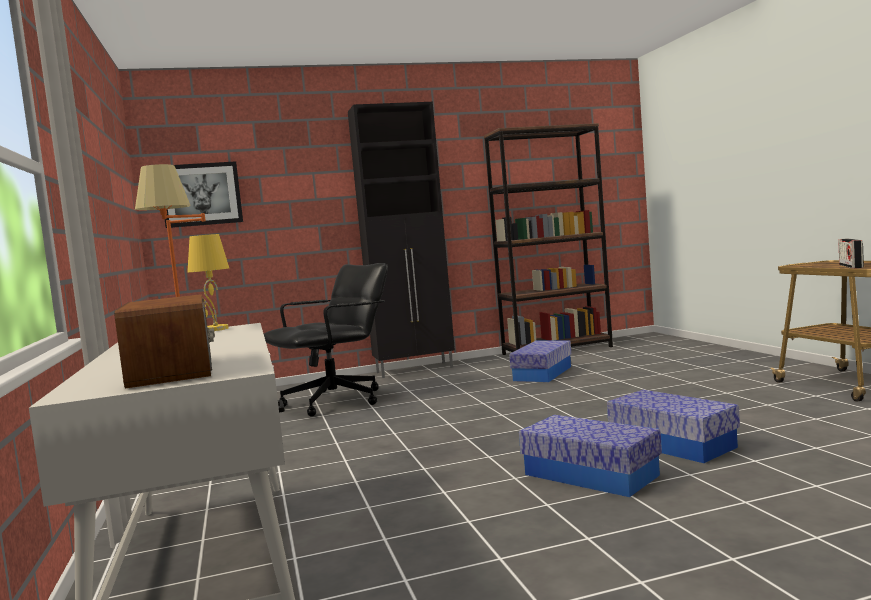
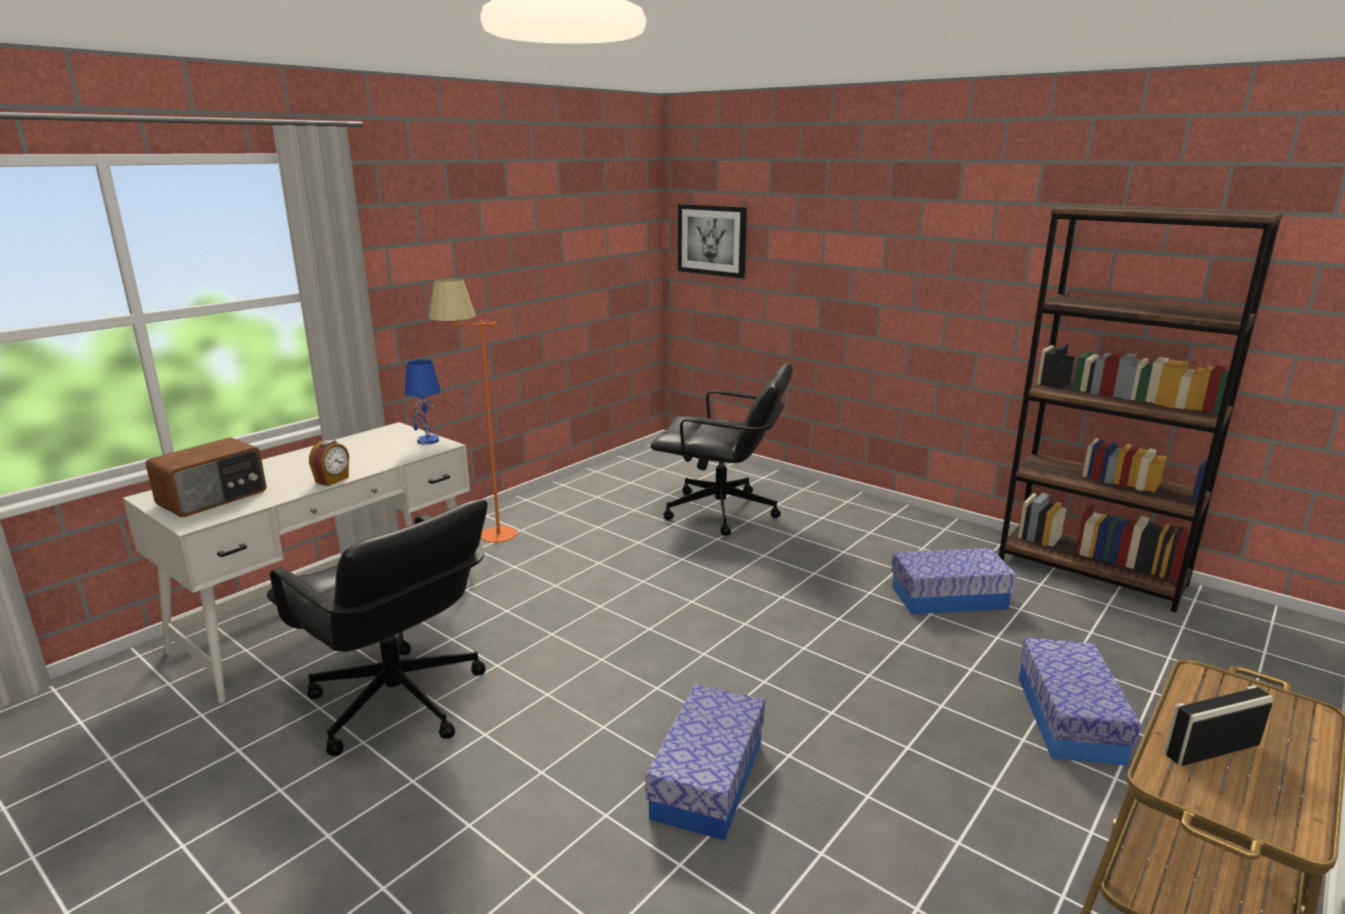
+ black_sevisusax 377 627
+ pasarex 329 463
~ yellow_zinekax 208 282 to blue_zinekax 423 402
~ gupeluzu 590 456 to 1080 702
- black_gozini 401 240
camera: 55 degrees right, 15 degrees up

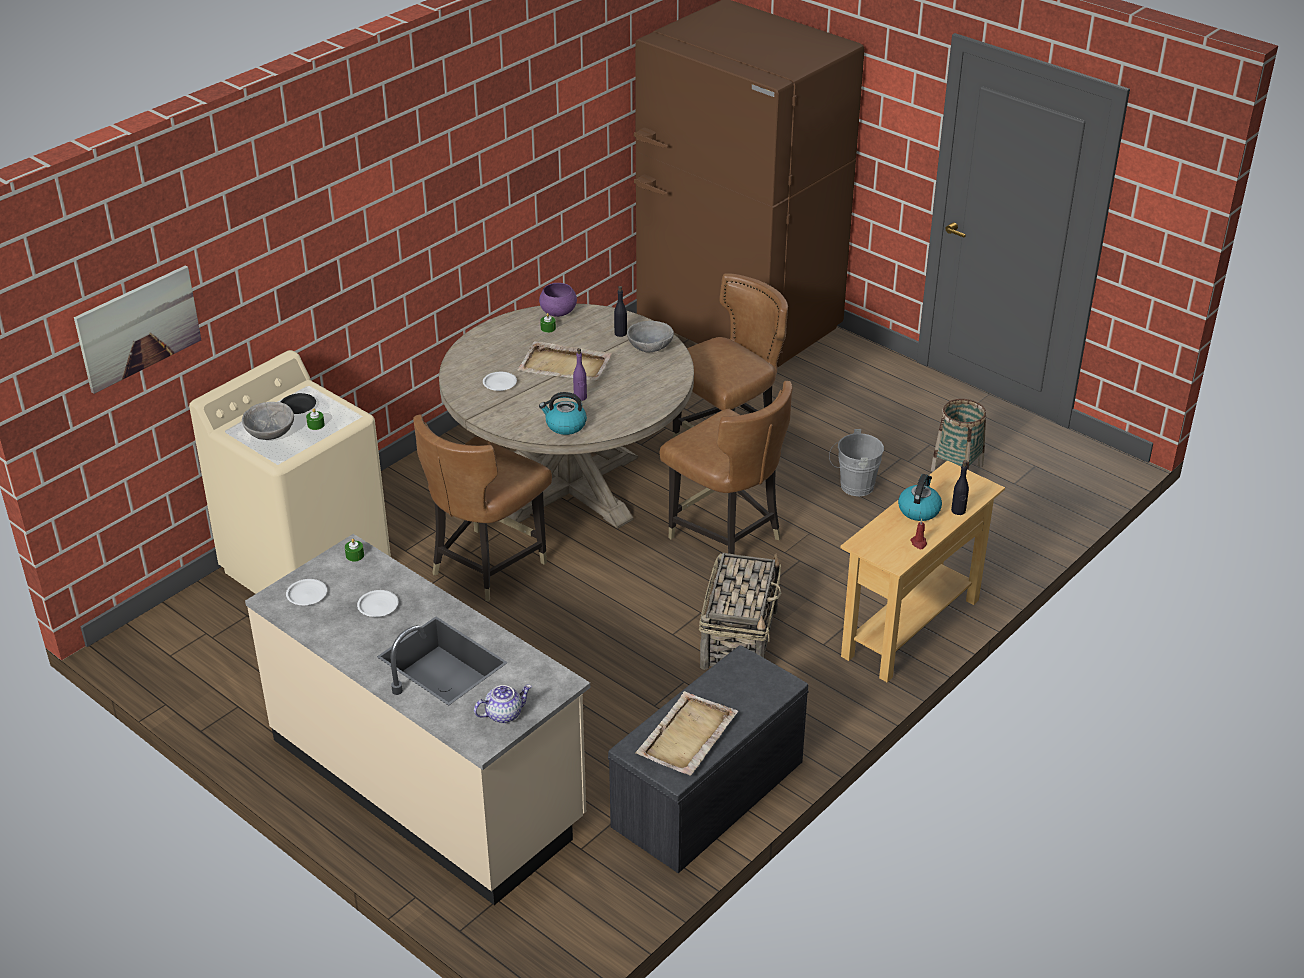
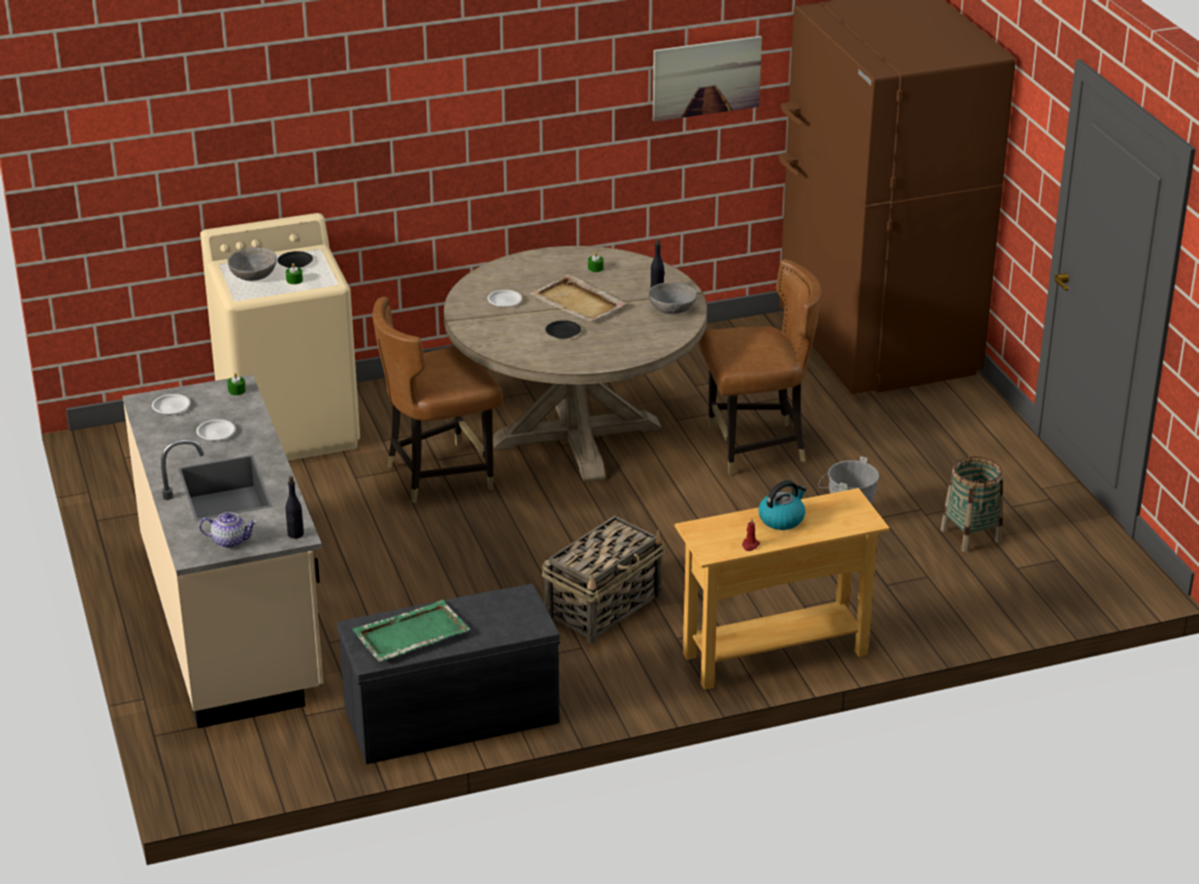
~ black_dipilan 960 487 to 295 507
~ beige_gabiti 687 733 to green_gabiti 411 631
~ purple_dipilan 580 374 to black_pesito 563 329
~ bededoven 137 329 to 707 79
- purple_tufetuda 558 300
- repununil 563 413
- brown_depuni 726 467
camera: 30 degrees right, 5 degrees down

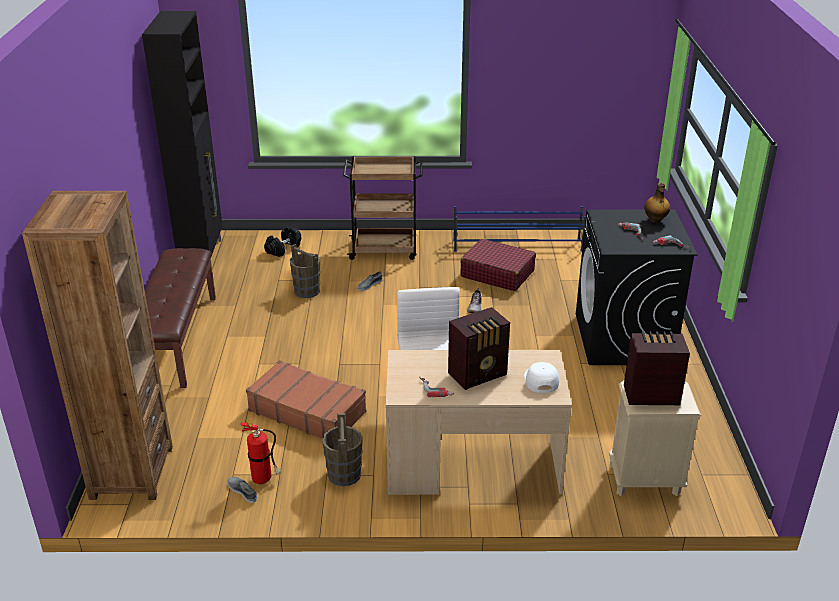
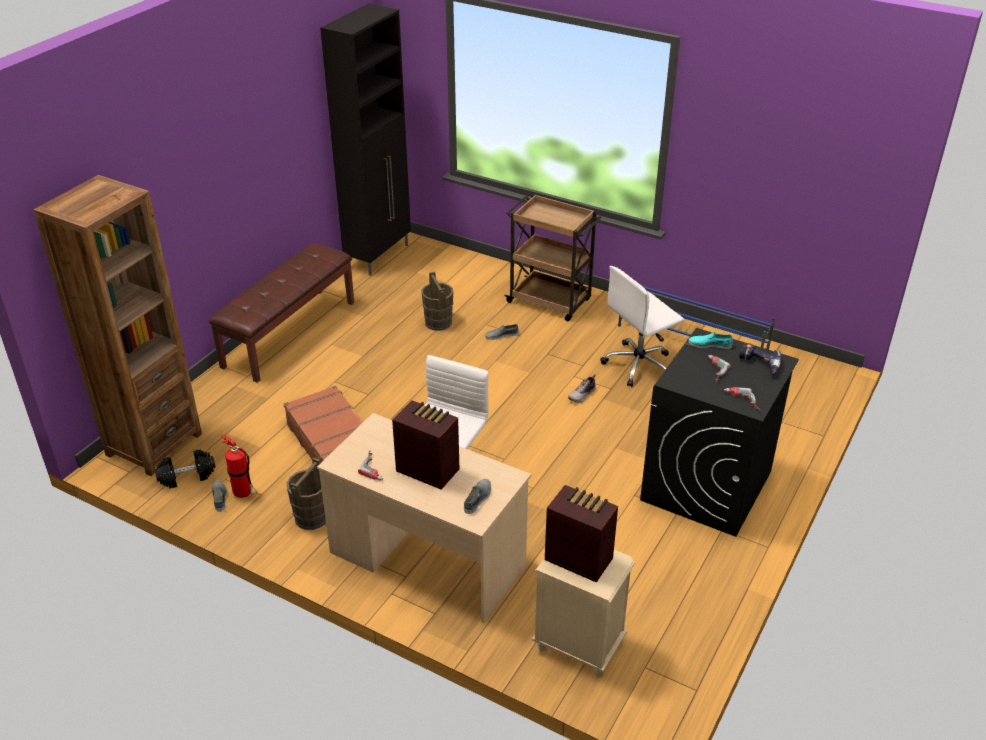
~ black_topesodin 282 242 to 185 469
~ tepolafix 479 348 = 425 445 150 degrees counterclockwise
~ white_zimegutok 541 377 to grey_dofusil 477 496
~ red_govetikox 498 265 to white_sevisusax 642 326
+ turquoise_dofusil 710 340
~ dipilan 657 203 to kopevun 760 359
camera: 30 degrees right, 5 degrees up

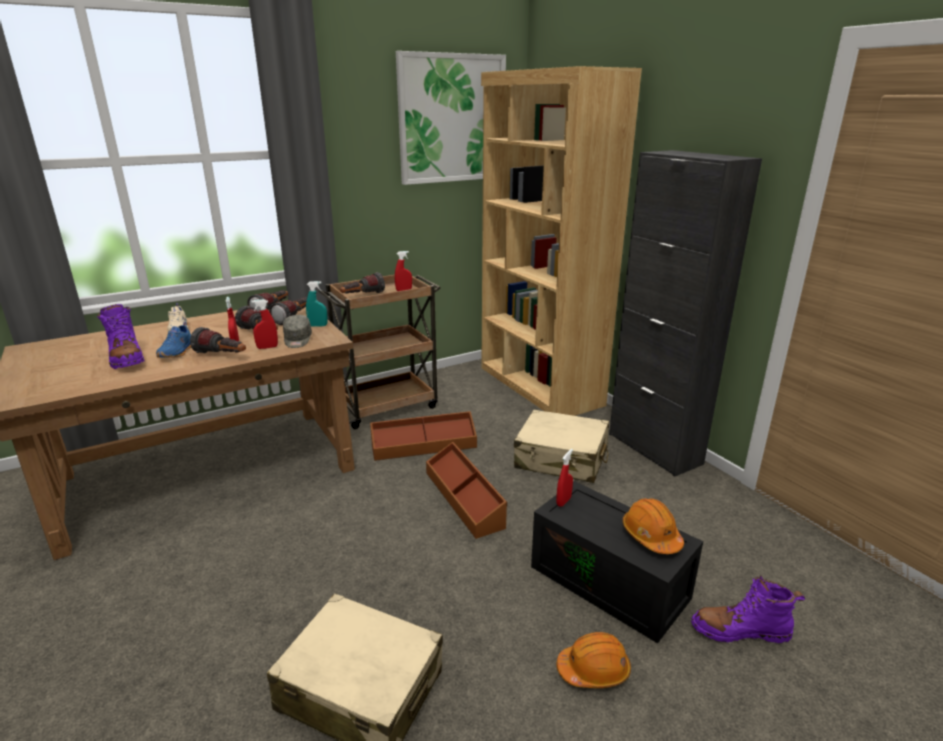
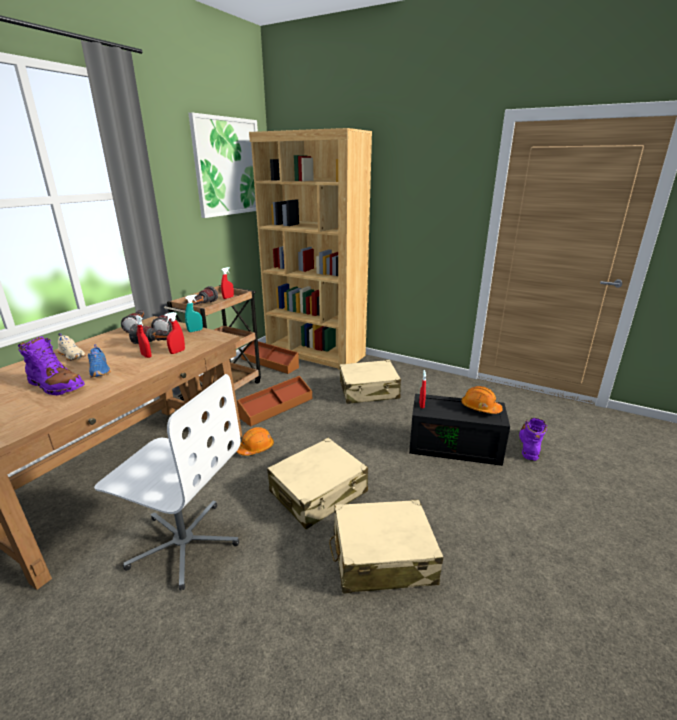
+ white_sevisusax 167 482
~ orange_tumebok 593 660 to 255 441
~ brown_gupeluzu 466 490 to 270 357
+ beige_govetikox 317 483
~ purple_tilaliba 748 609 = 533 439 135 degrees clockwise
- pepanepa 218 340
- grey_zimegutok 297 331
- black_gozini 685 313
camera: 30 degrees left, 0 degrees up

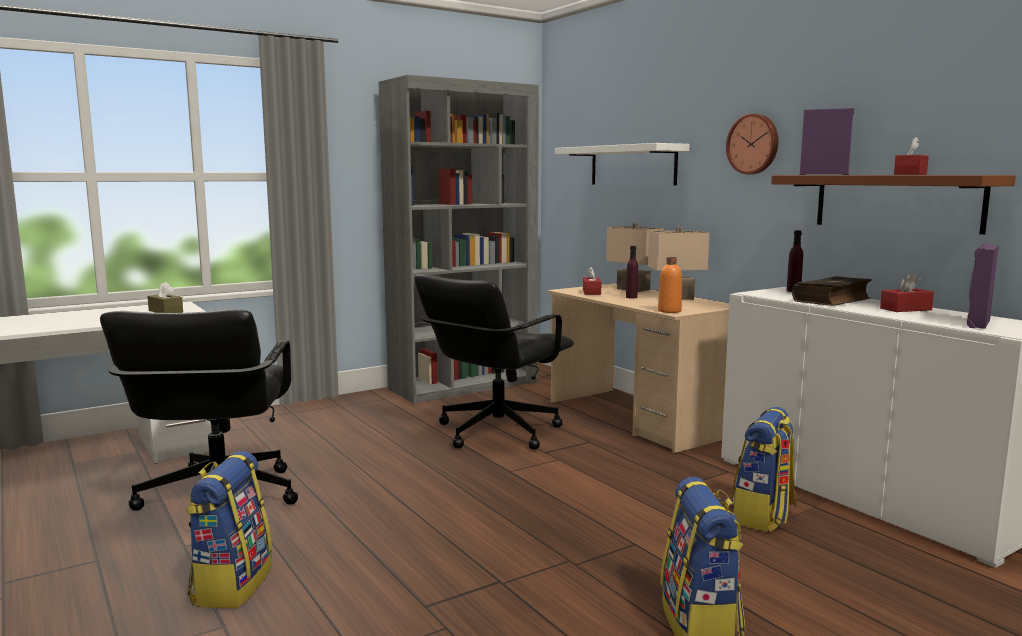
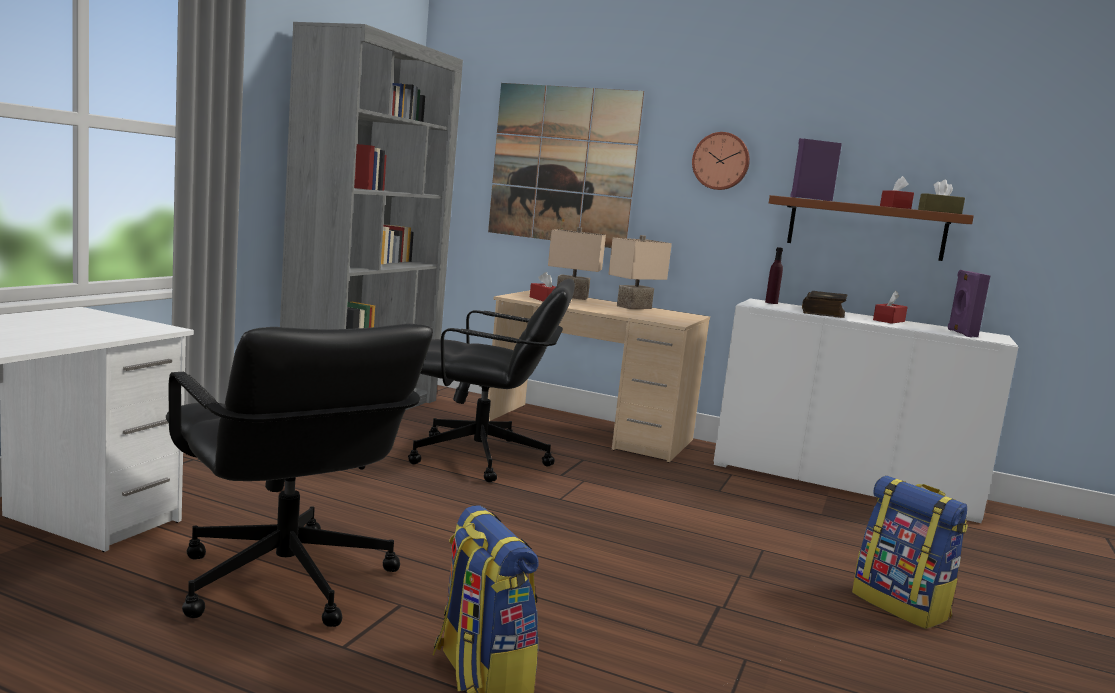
~ black_sevisusax 494 362 = 491 380 90 degrees counterclockwise
~ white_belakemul 622 164 to bededoven 566 165
~ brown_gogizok 165 297 to 941 197
- purple_dipilan 632 272
- orange_dipilan 670 285
- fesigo 764 469
camera: 35 degrees left, 0 degrees up

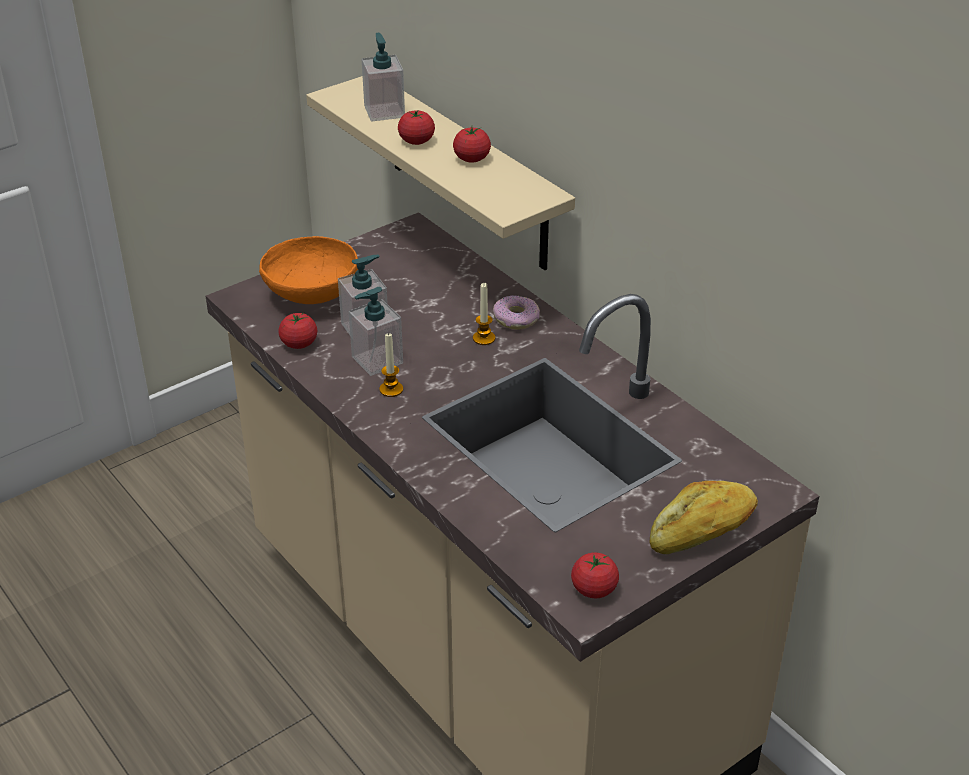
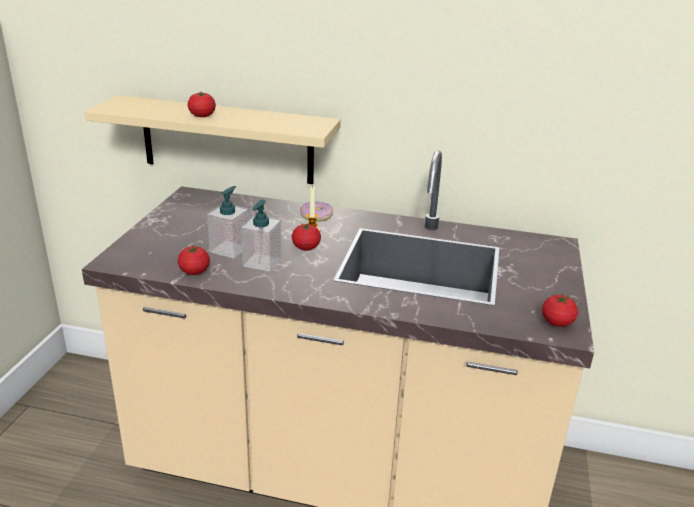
~ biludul 472 144 to 306 236
- orange_tufetuda 308 270
- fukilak 383 77
- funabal 391 364
- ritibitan 704 517
camera: 40 degrees left, 10 degrees down

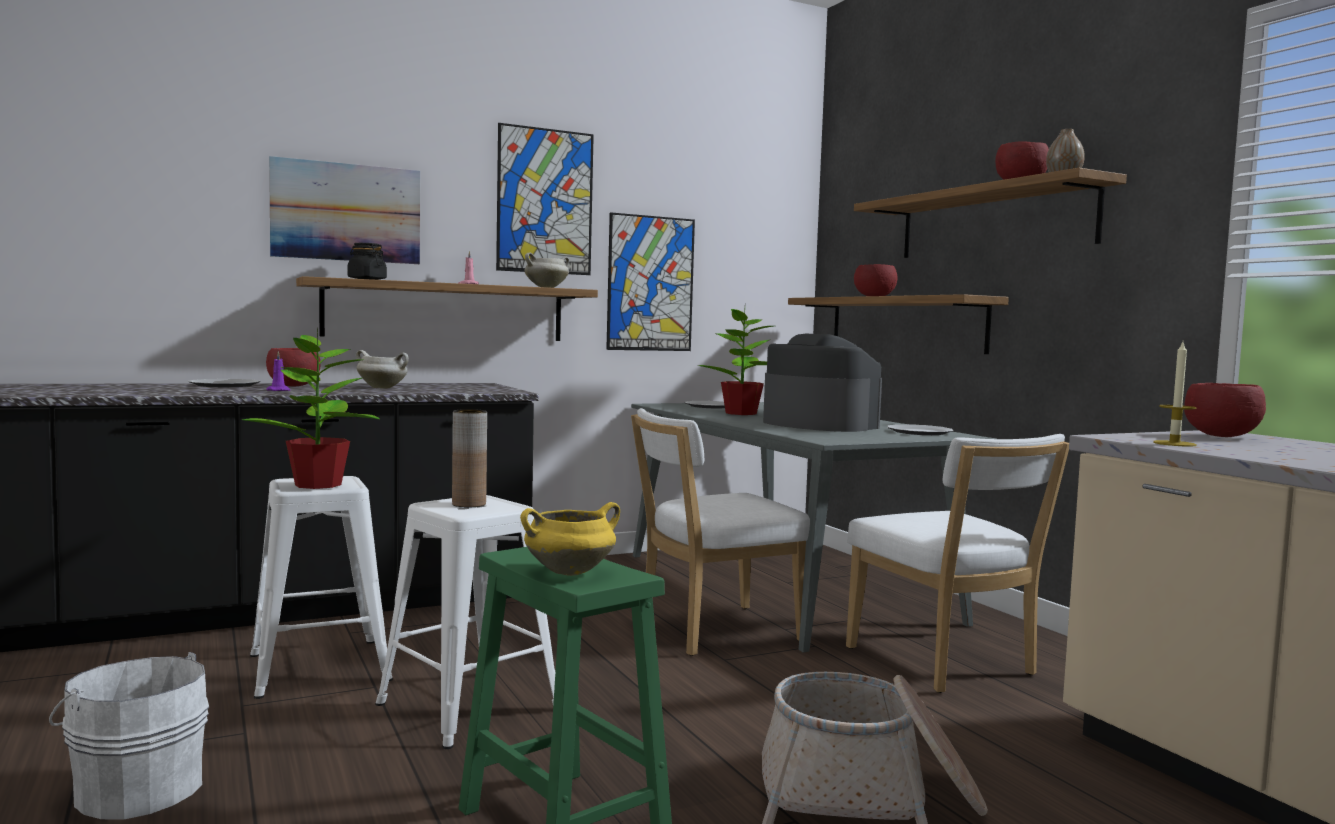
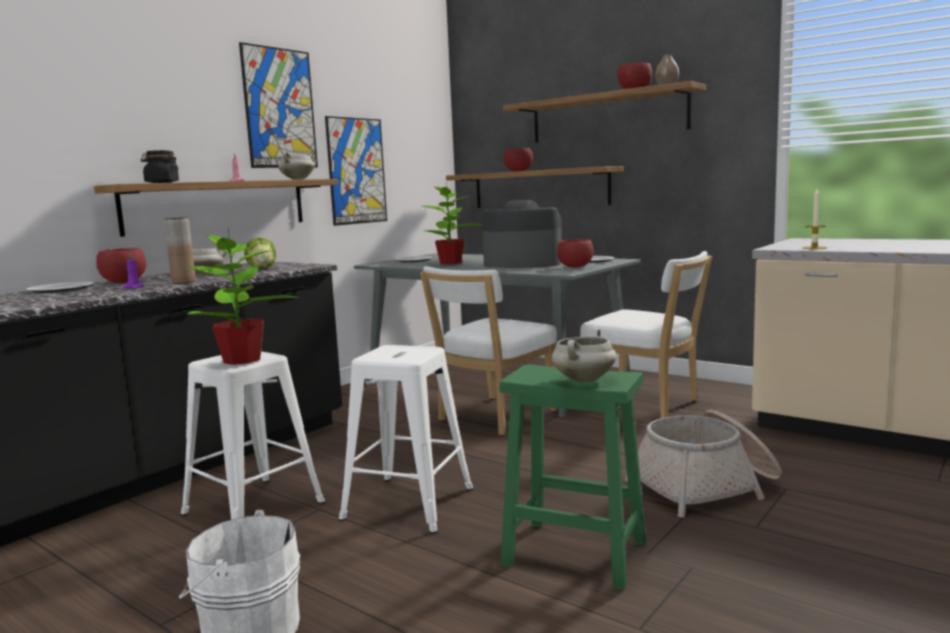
~ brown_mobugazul 469 458 to 180 251
+ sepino 260 253
~ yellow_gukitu 570 539 to white_gukitu 584 355
~ red_tufetuda 1225 410 to 575 253
- bededoven 344 210
camera: 25 degrees left, 5 degrees up

